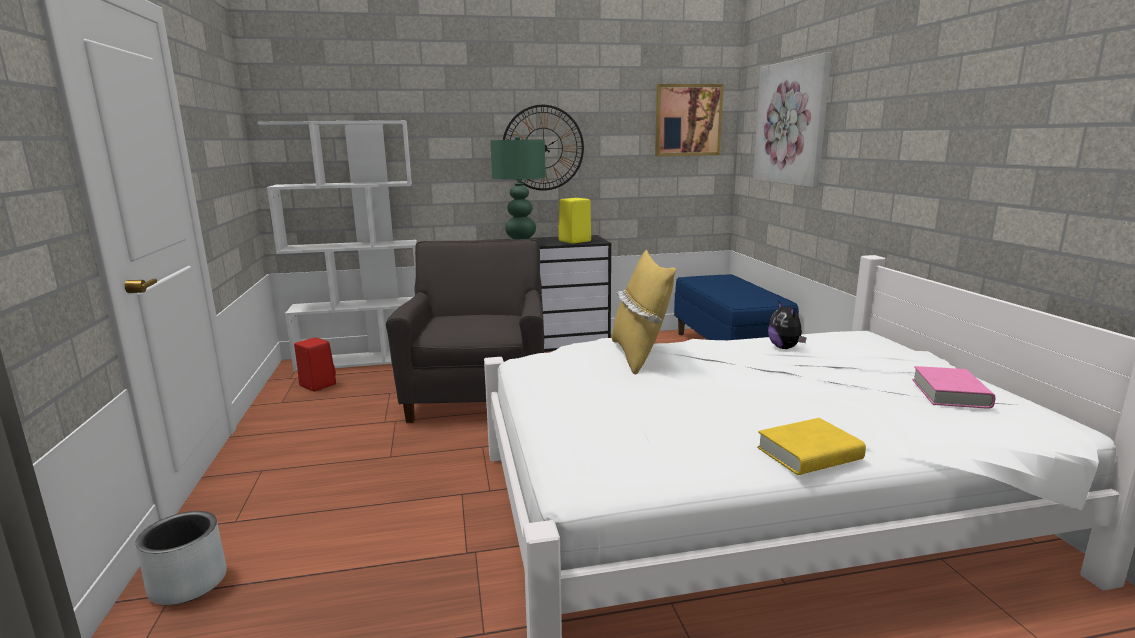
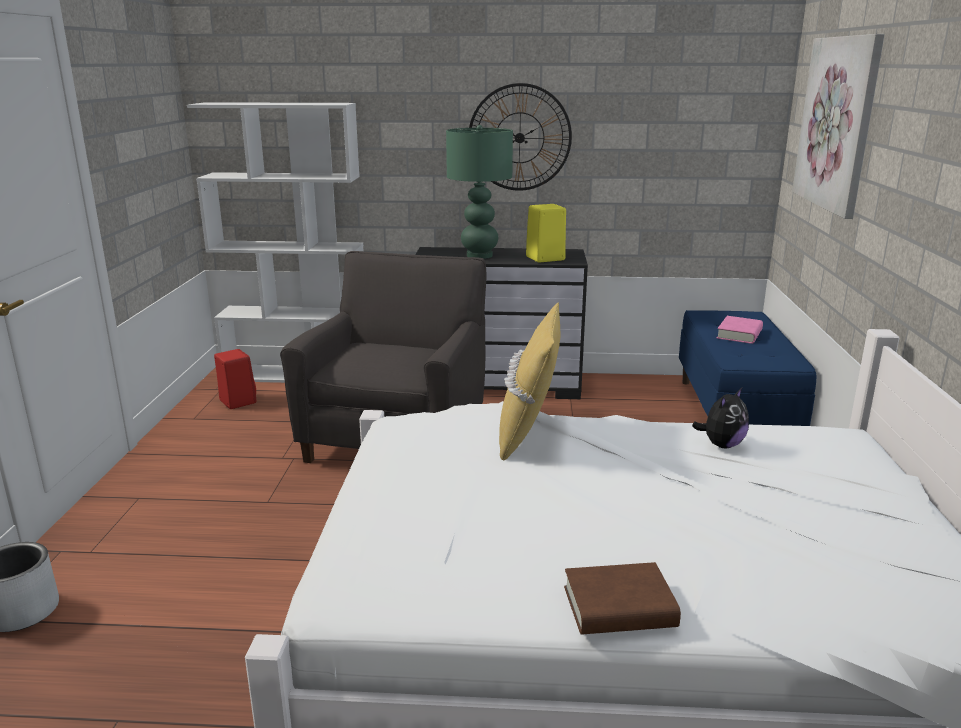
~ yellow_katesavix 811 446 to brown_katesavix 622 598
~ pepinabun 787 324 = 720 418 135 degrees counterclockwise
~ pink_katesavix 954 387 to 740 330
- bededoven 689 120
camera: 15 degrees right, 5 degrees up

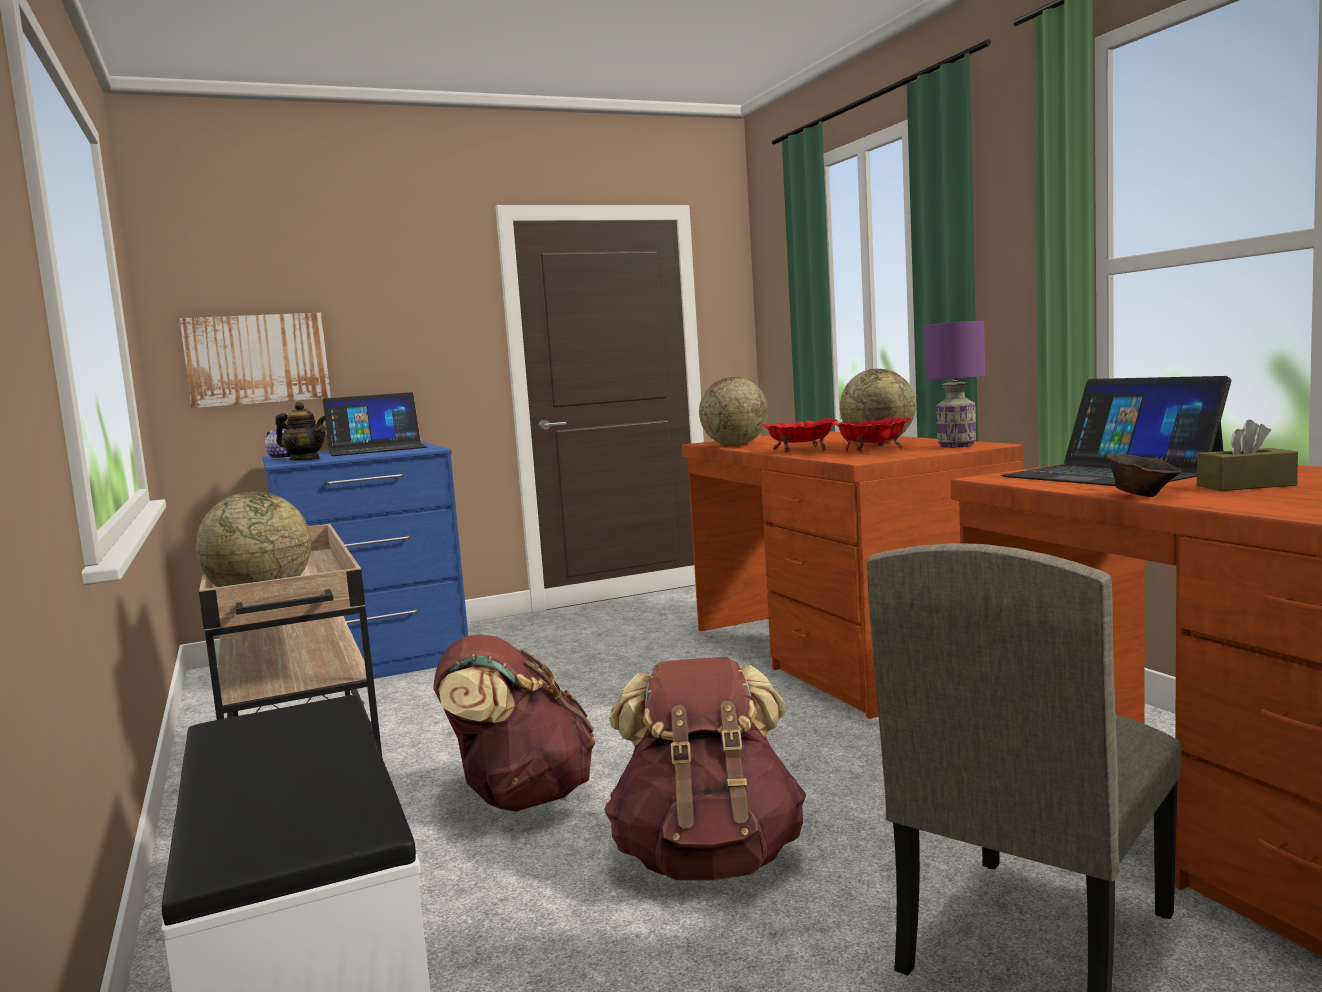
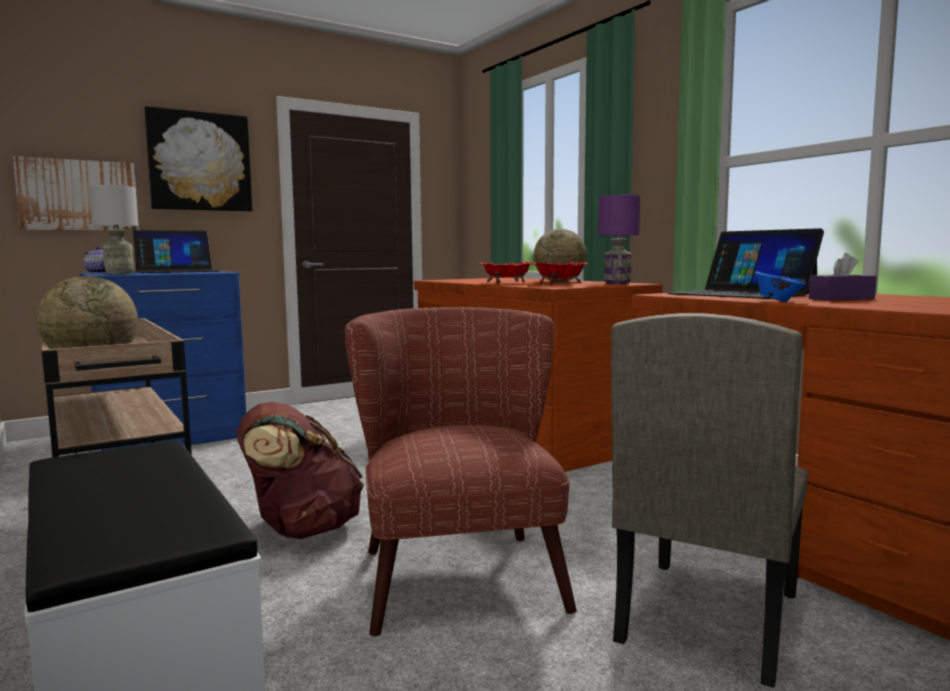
~ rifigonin 301 431 to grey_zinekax 114 229
+ bededoven 198 159
~ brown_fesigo 705 768 to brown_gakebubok 461 472
~ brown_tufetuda 1144 475 to blue_tufetuda 780 286
~ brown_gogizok 1247 455 to purple_gogizok 843 277
- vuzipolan 733 411
camera: 10 degrees left, 0 degrees up

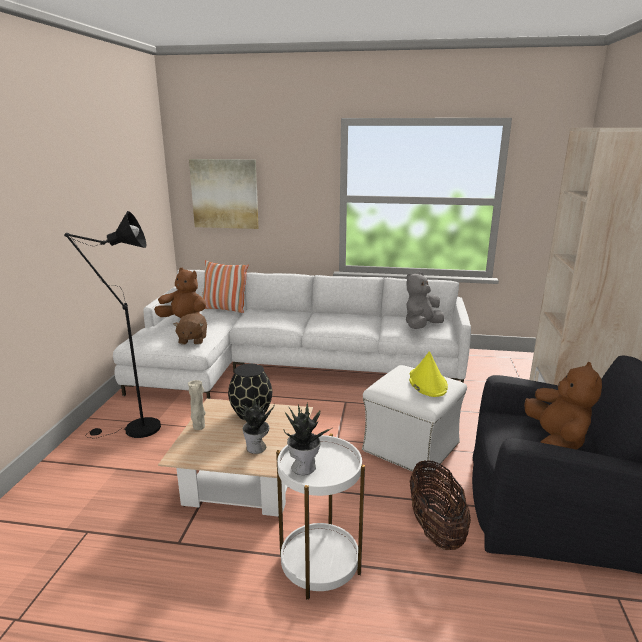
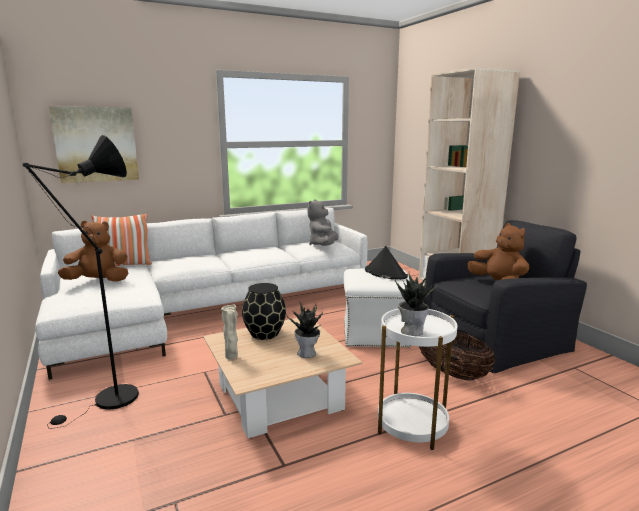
~ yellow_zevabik 428 374 to black_zevabik 386 263
- brown_pepinabun 190 329
camera: 35 degrees left, 5 degrees down

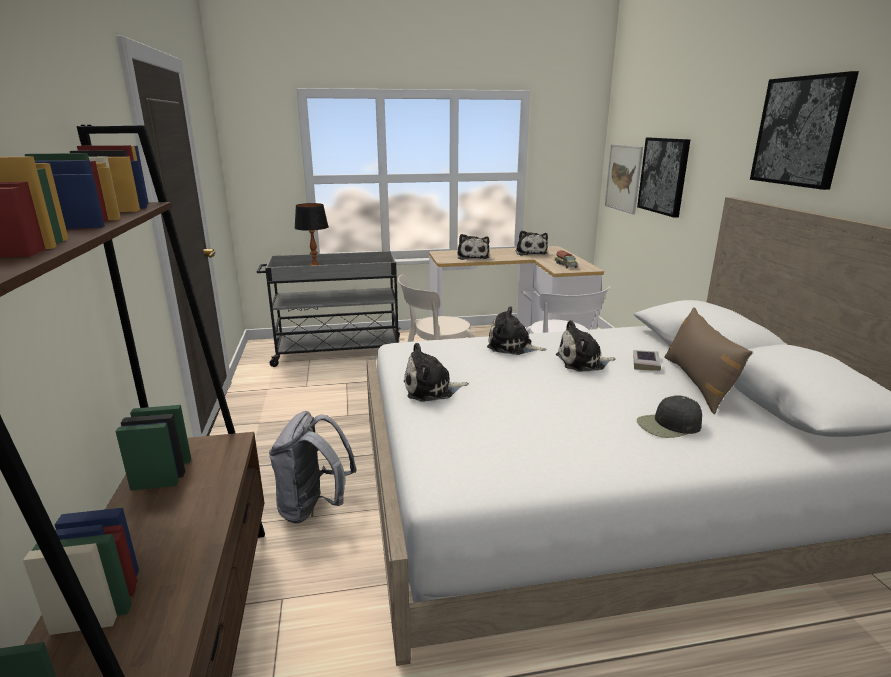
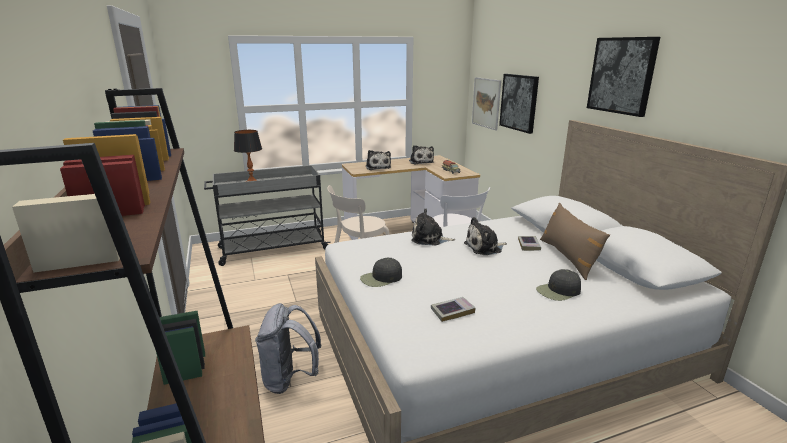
~ pepinabun 436 372 to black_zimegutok 381 272
+ katesavix 453 309
camera: 10 degrees left, 0 degrees up

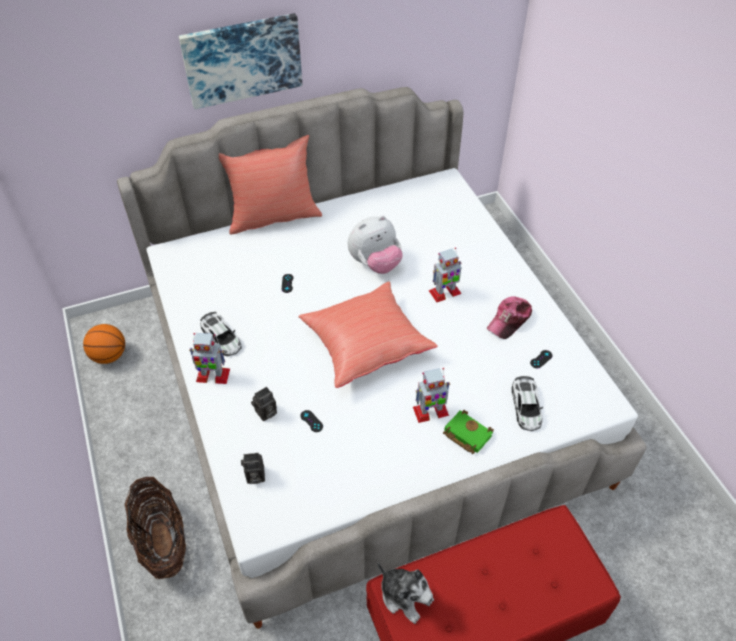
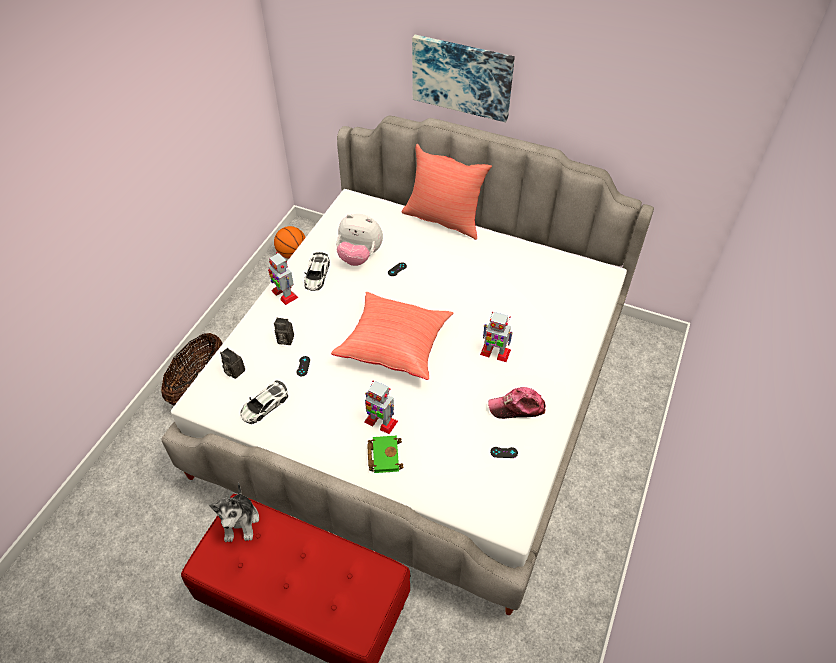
~ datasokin 527 403 to 264 402
~ pepinabun 375 245 to 359 240
camera: 45 degrees right, 0 degrees up

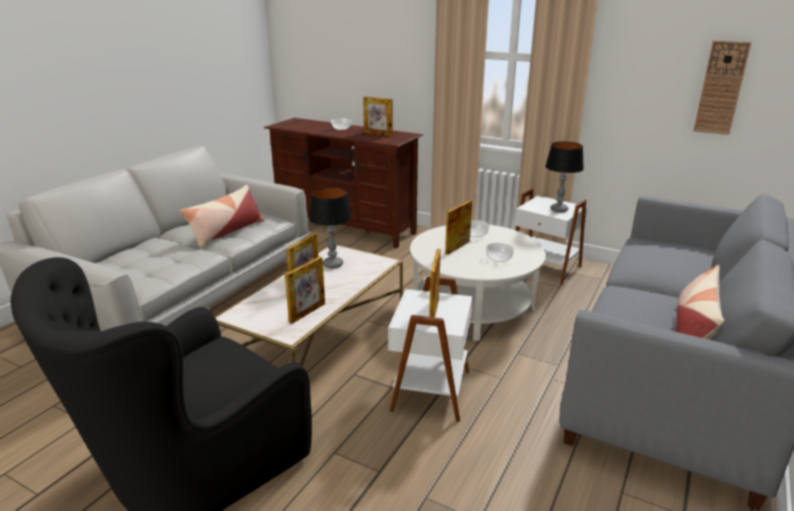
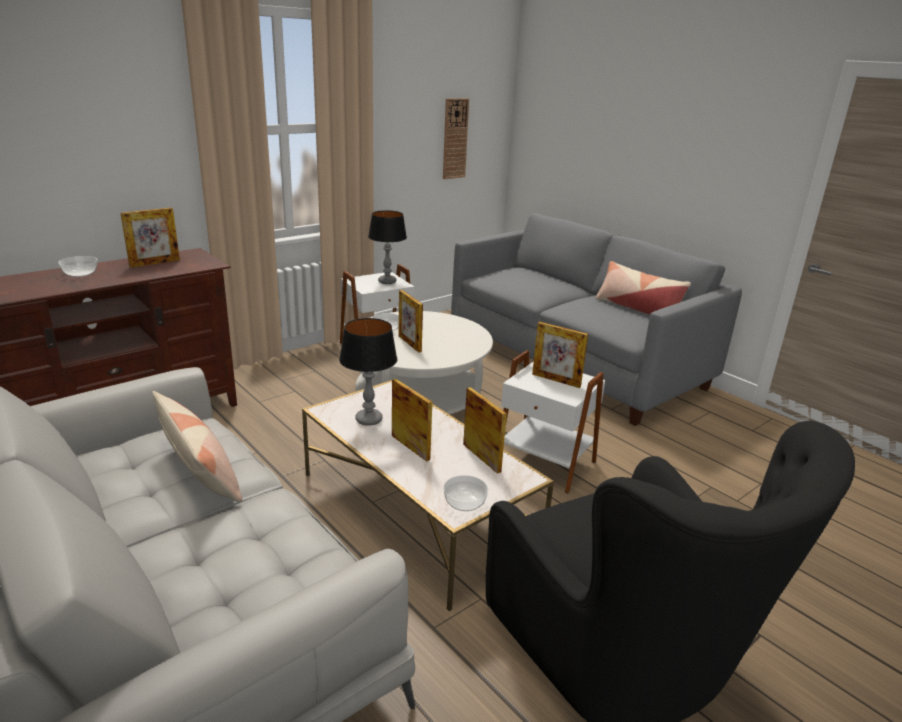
~ tufetuda 500 252 to 465 493
camera: 70 degrees left, 0 degrees up

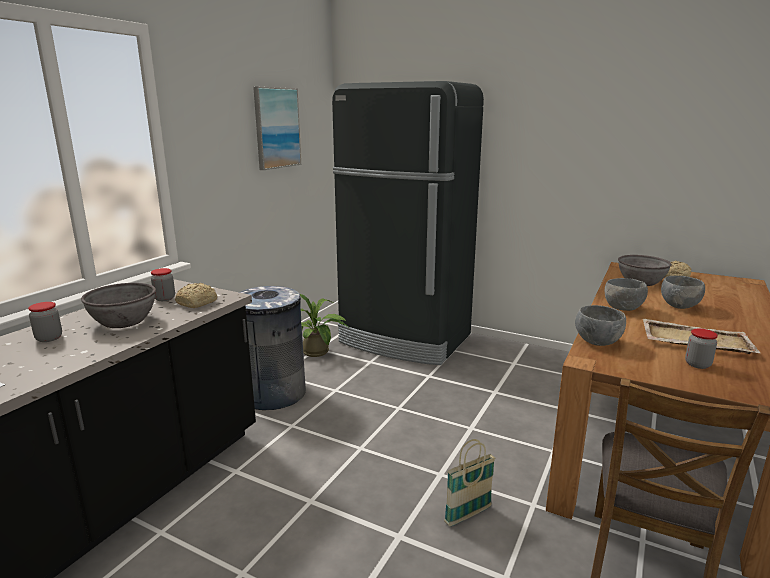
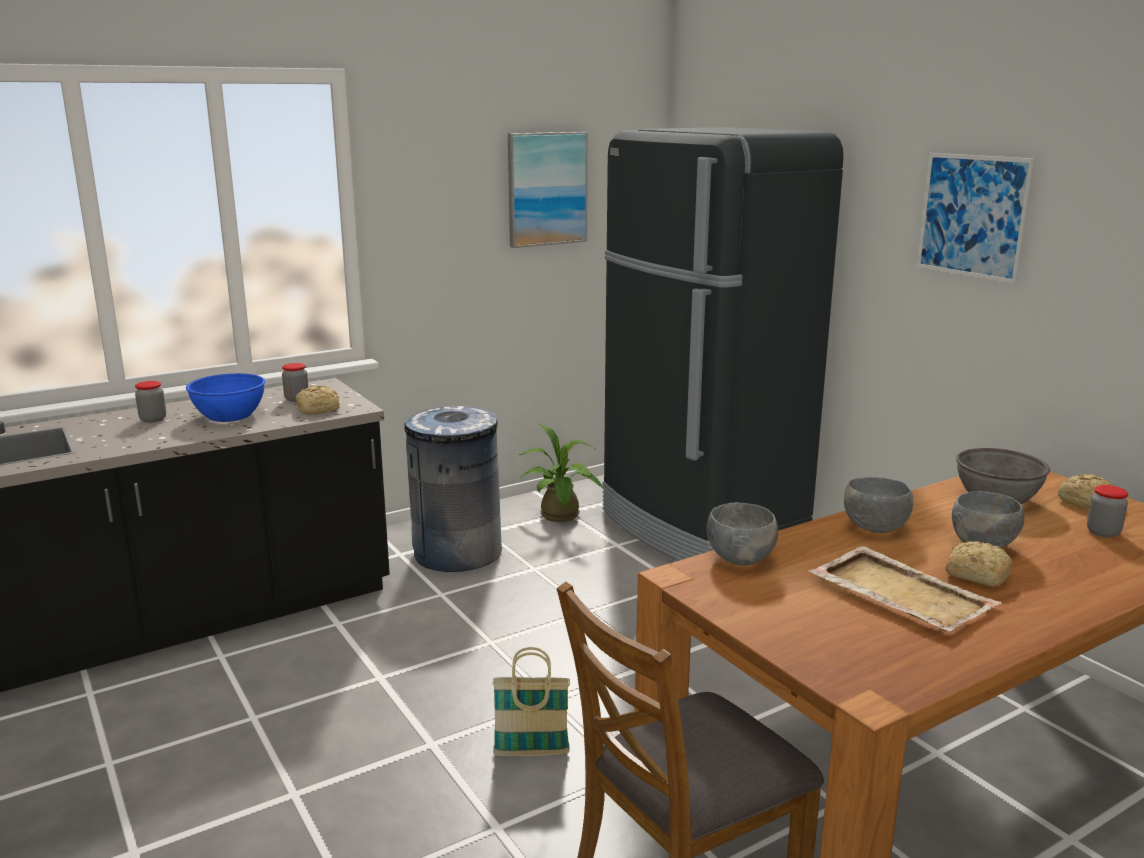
~ grey_tufetuda 118 305 to blue_tufetuda 225 397
+ bededoven 976 218
+ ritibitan 978 564
~ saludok 701 348 to 1107 511
camera: 30 degrees right, 0 degrees up

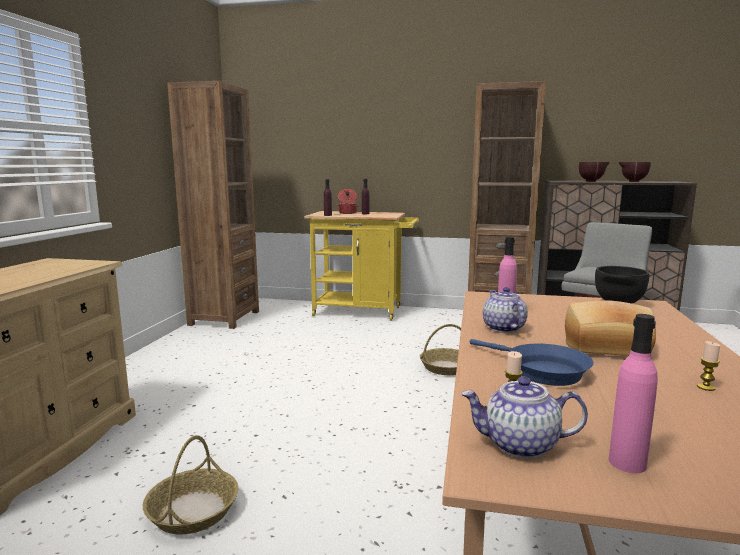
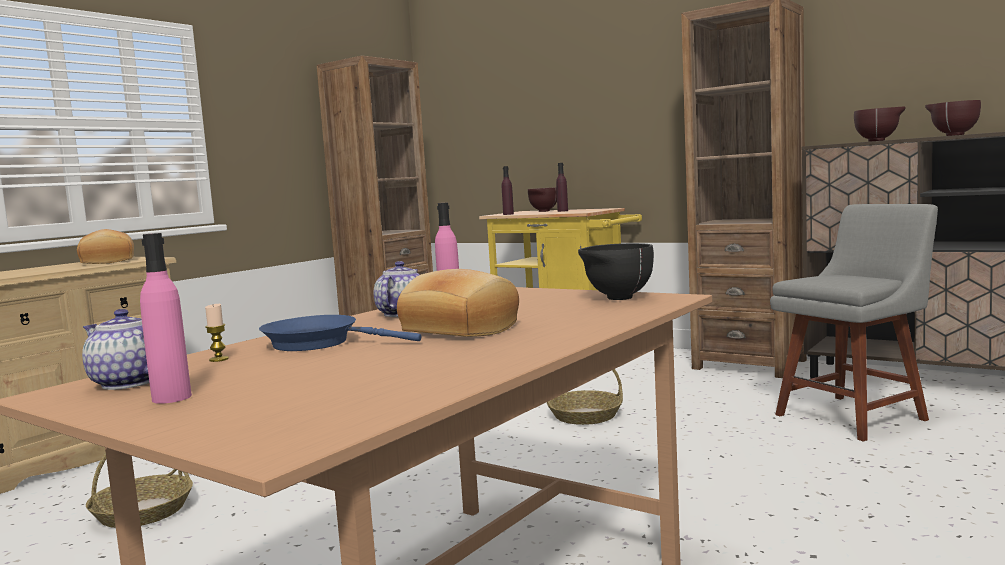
+ ritibitan 105 246
~ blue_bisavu 532 362 = 340 333 120 degrees clockwise
~ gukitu 348 201 to brown_tufetuda 542 199
- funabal 708 366
camera: 25 degrees right, 5 degrees down

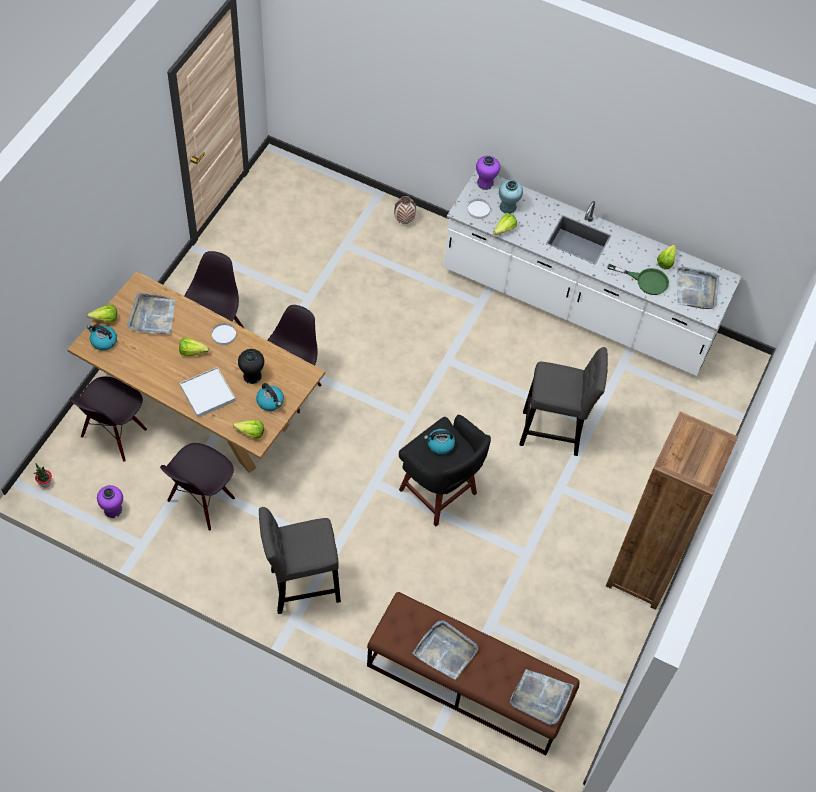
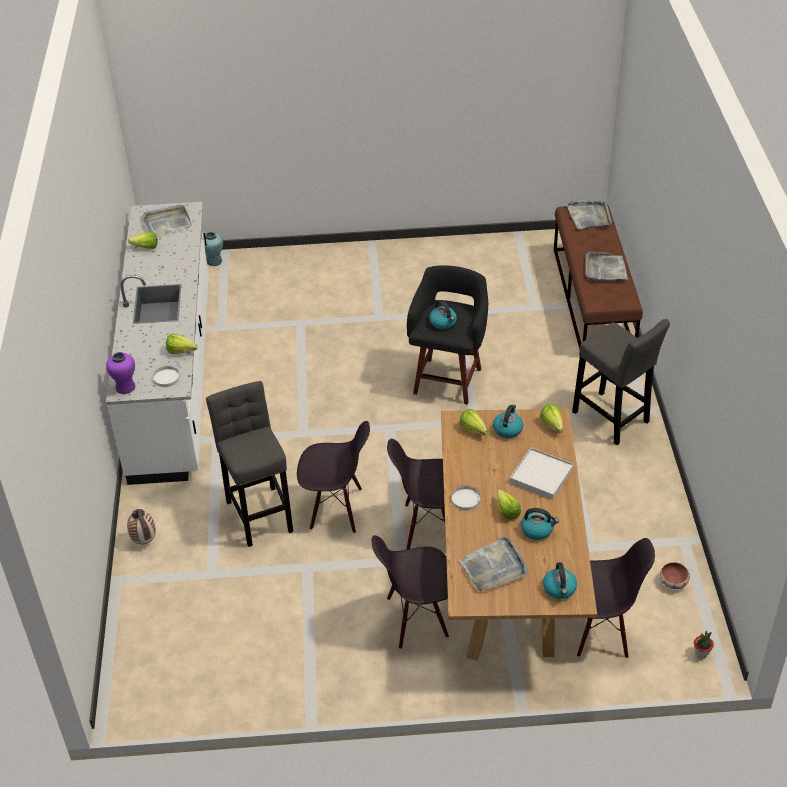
~ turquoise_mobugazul 511 197 to 213 249
~ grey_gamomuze 564 401 to 249 464
~ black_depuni 197 487 to 333 477
~ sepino 102 313 to 473 422
+ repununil 540 524
~ purple_mobugazul 110 501 to tufetuda 675 575
- black_mobugazul 251 366
- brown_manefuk 672 510
- green_bisavu 638 279
camera: 115 degrees left, 15 degrees down

